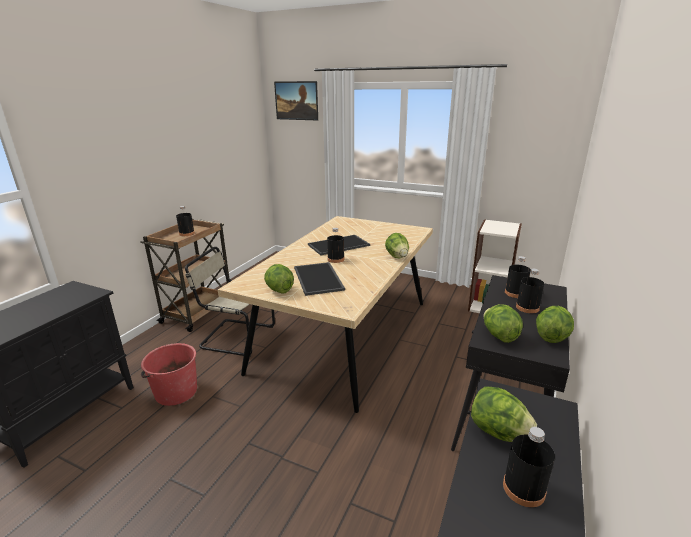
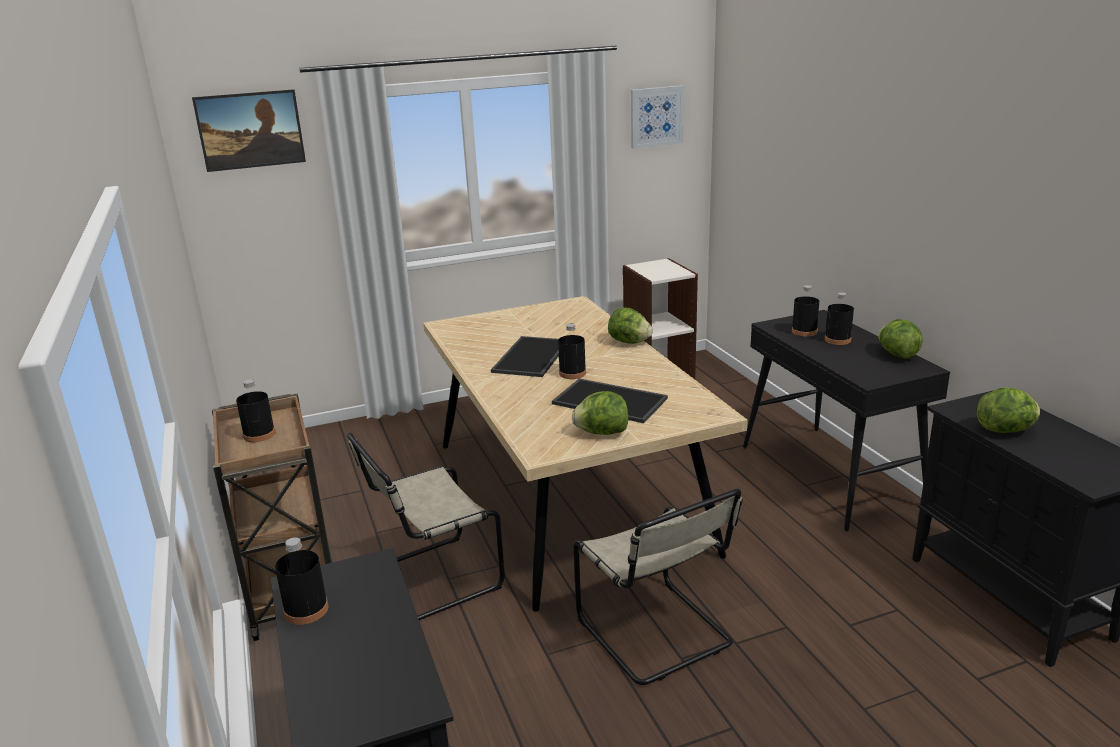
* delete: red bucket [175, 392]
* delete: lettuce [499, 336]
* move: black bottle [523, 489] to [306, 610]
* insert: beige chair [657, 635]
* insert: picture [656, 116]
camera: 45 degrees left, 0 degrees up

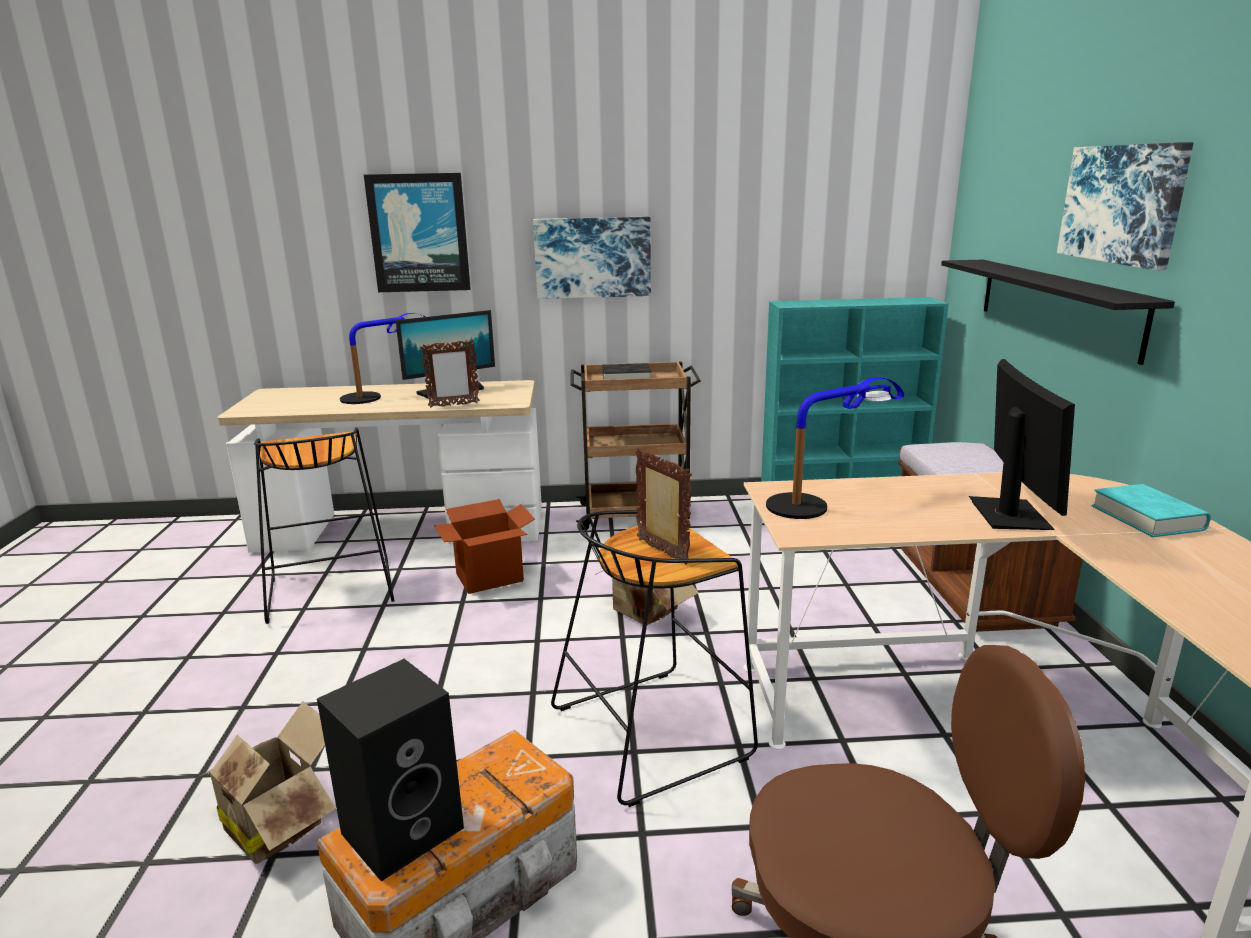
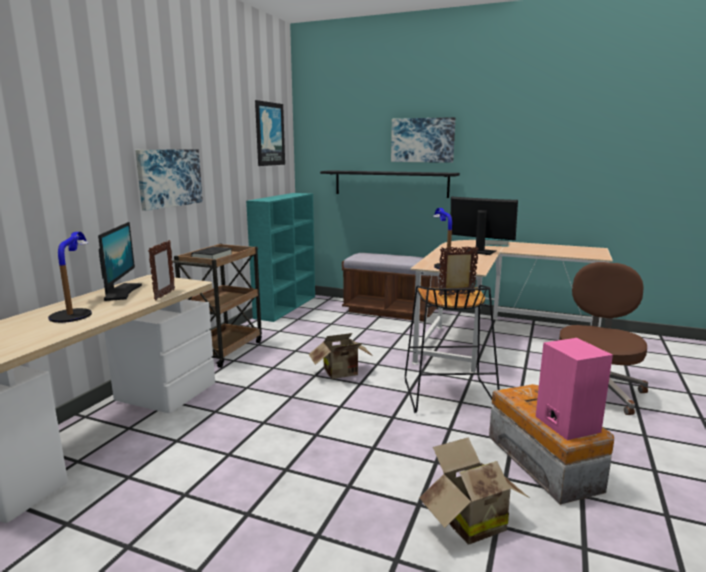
* delete: black stool [329, 588]
* recolor: black speaker [404, 828] to pink speaker [565, 423]
* move: picture [419, 233] to [269, 134]
* delete: cardboard box [489, 578]
camera: 65 degrees left, 5 degrees down

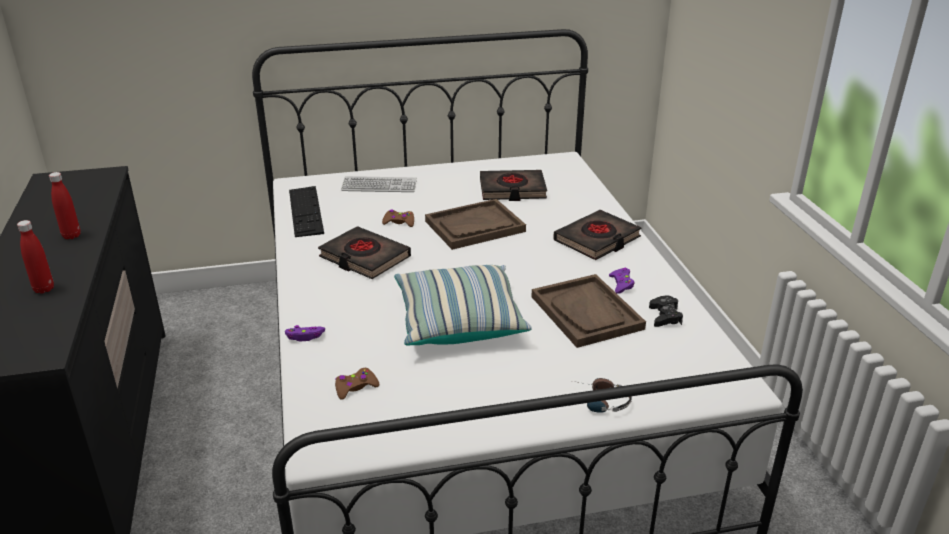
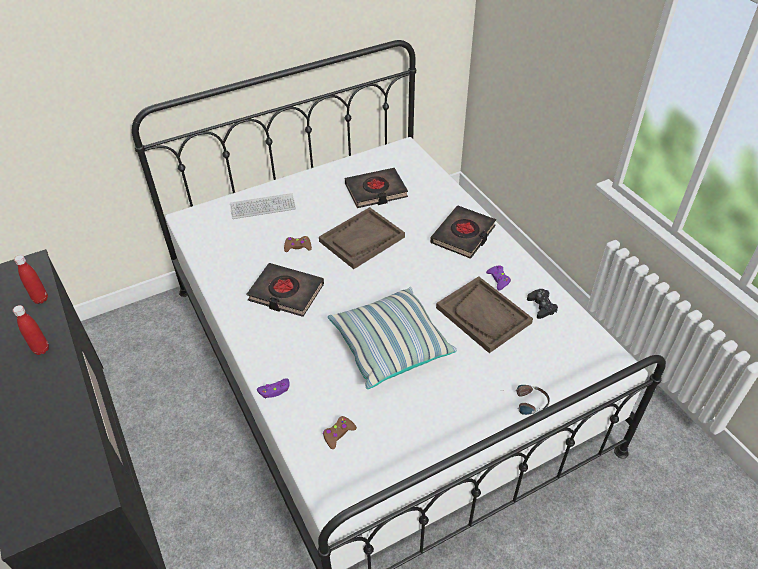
* move: red bottle [44, 289] to [41, 299]
* delete: keyboard [305, 211]
camera: 15 degrees left, 15 degrees up

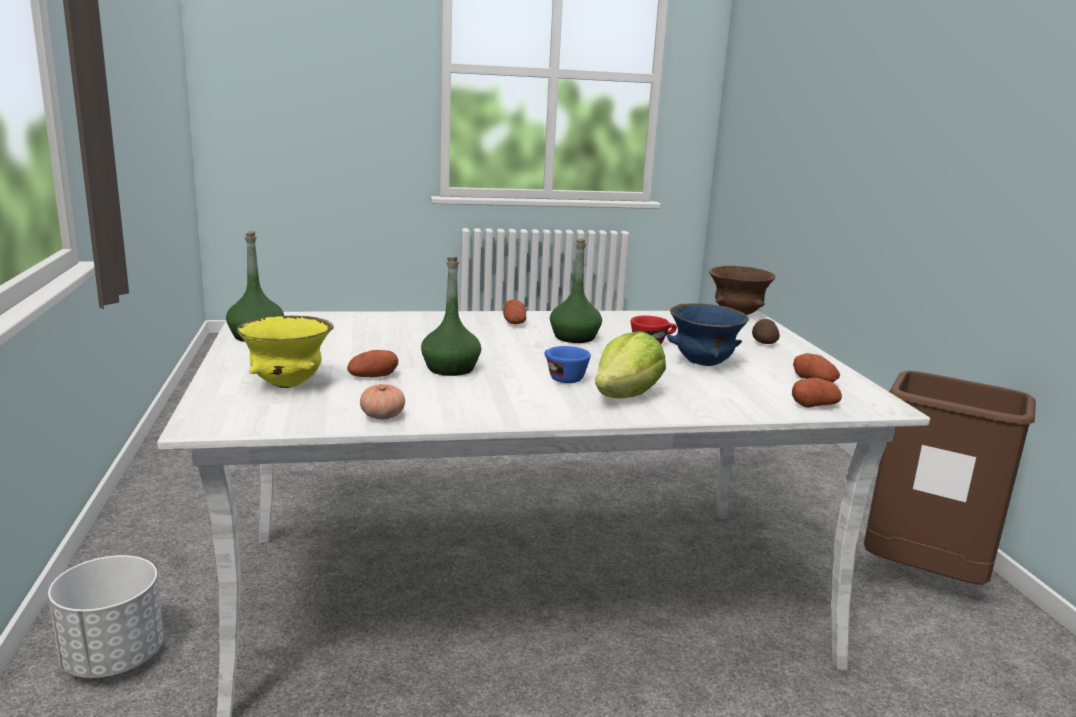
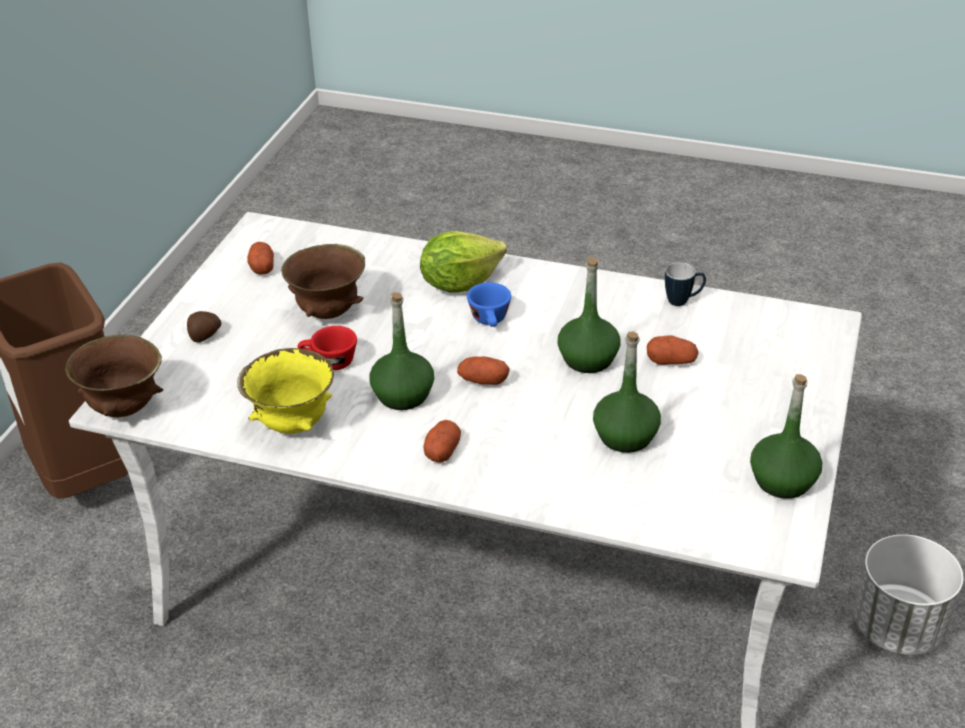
* move: yellow bowl [288, 385] to [293, 424]
* replace: tomato [382, 416] to mug [683, 301]
* recolor: blue bowl [702, 364] to brown bowl [329, 313]
* move: potato [814, 405] to [483, 381]
* insert: green bottle [625, 436]
camera: 150 degrees left, 20 degrees up

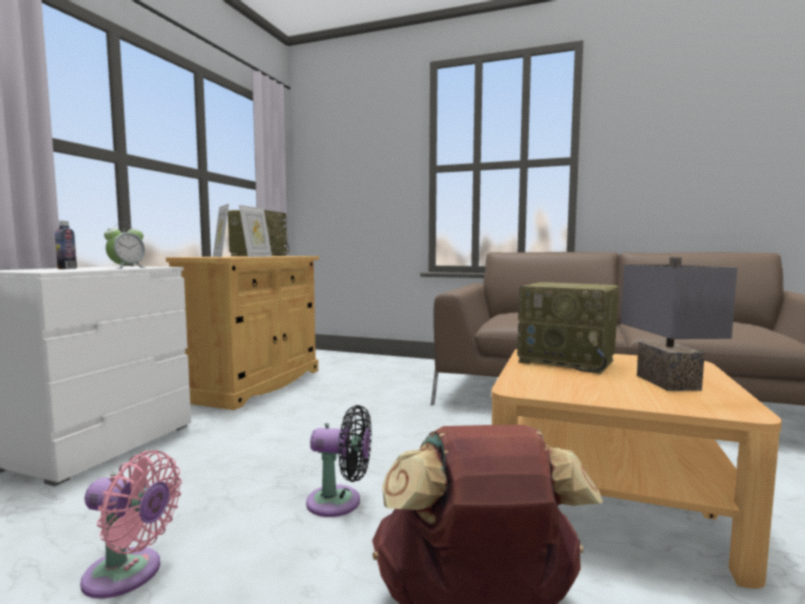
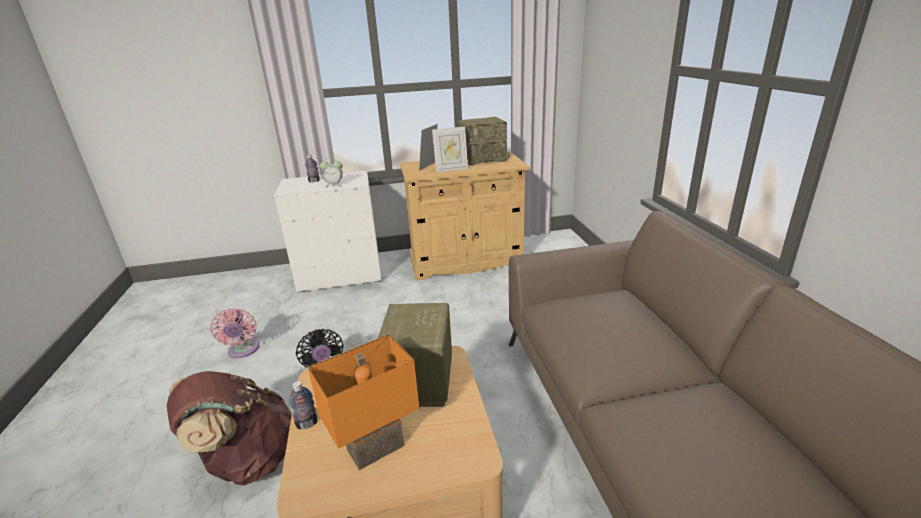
* recolor: grey table lamp [664, 382] to orange table lamp [375, 445]
* insert: bottle [307, 424]
camera: 60 degrees right, 20 degrees up

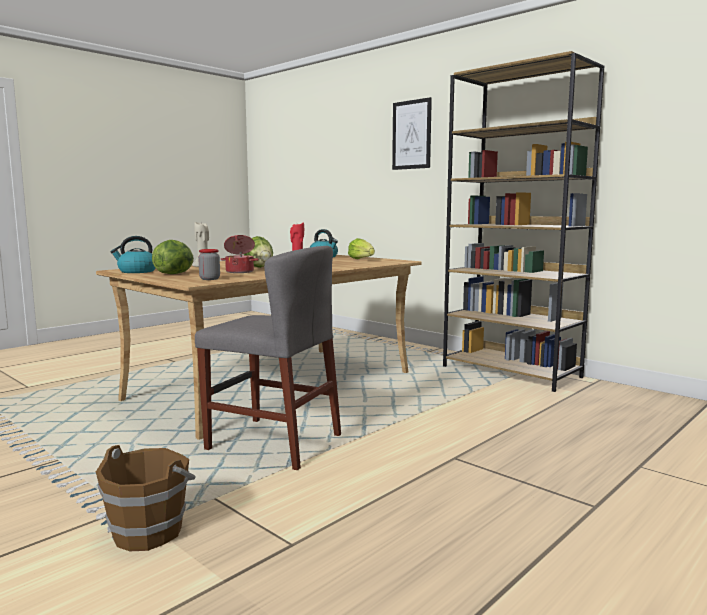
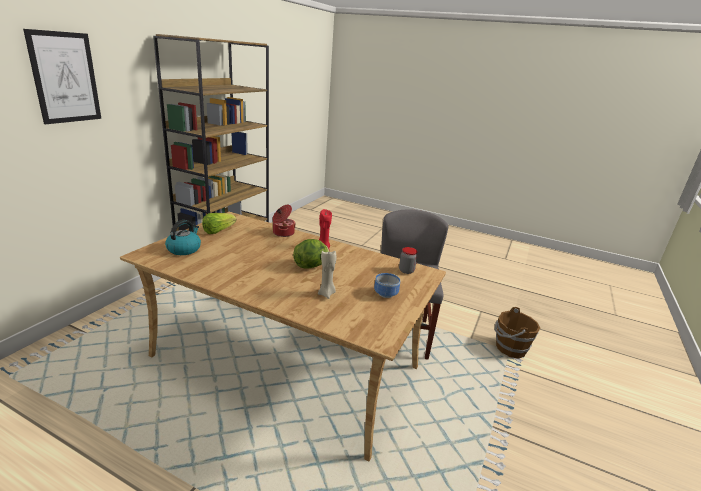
* delete: kettle [136, 271]
* replace: lettuce [175, 273] to bowl [386, 294]
* move: cooking pot [240, 271] to [283, 233]
camera: 110 degrees left, 15 degrees up

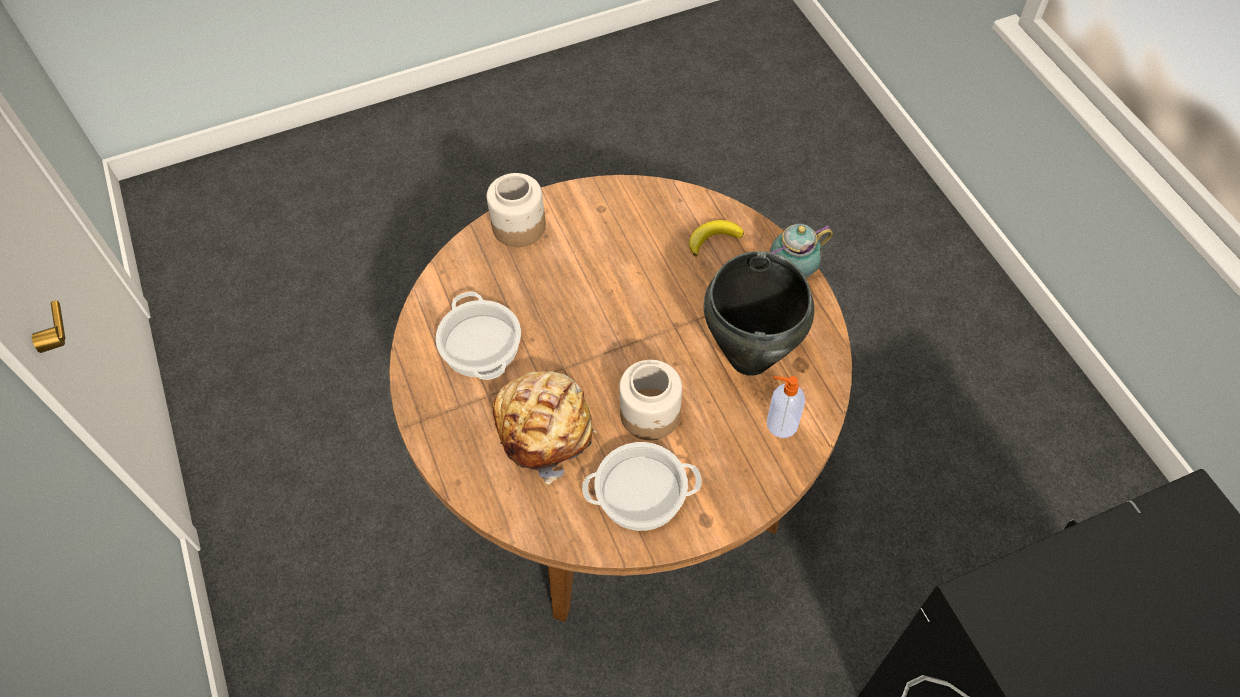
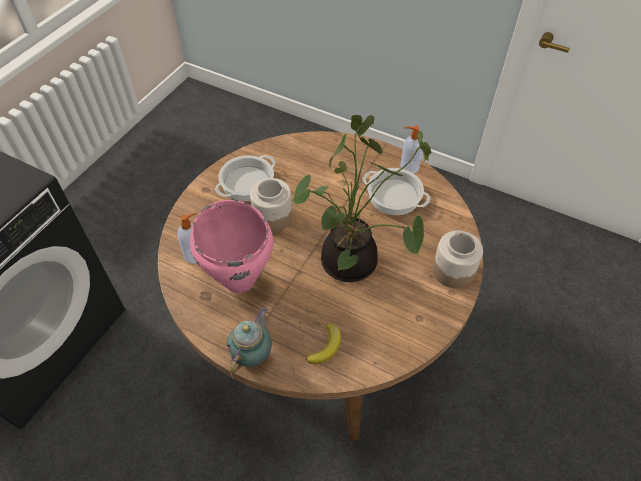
* delete: bread [546, 428]
* recolor: black cooking pot [749, 358] to pink cooking pot [240, 279]
* insert: potted plant [353, 264]
* insert: soap dispenser [408, 167]
camera: 140 degrees right, 5 degrees down

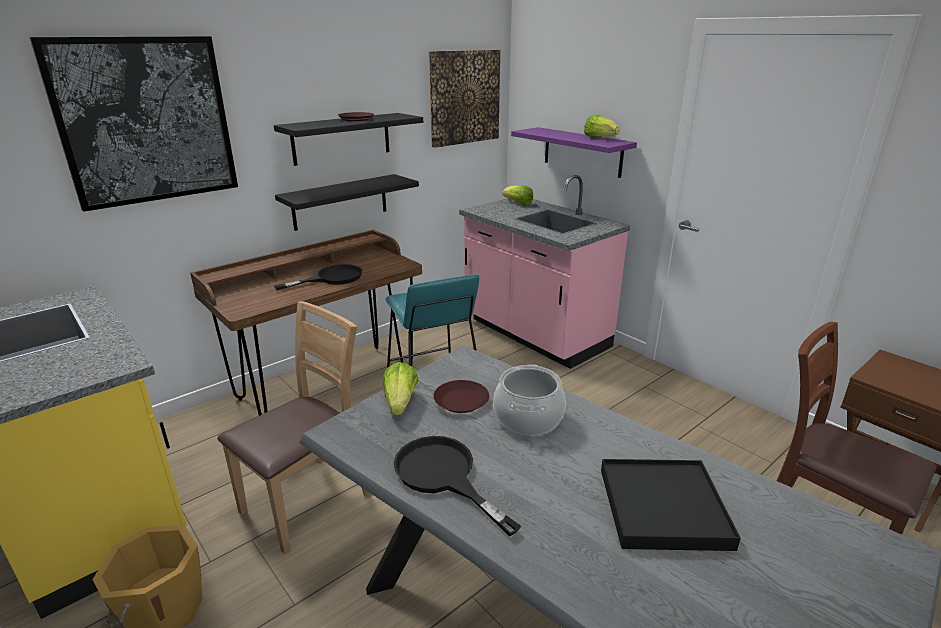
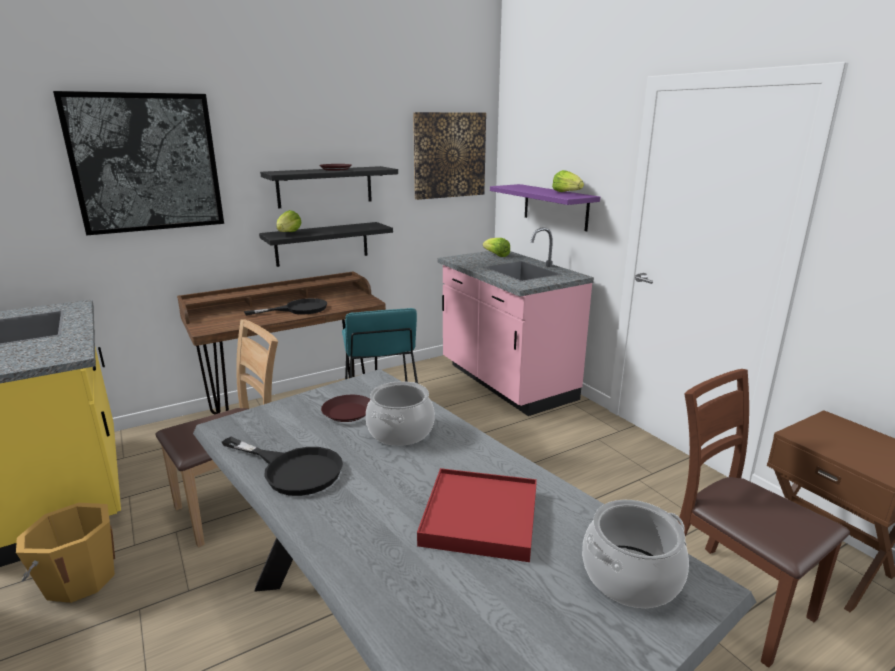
* move: lettuce [400, 403] to [289, 233]
* rotate: black frying pan [443, 476] = [293, 469] 150 degrees clockwise
* recolor: black tray [663, 508] to red tray [480, 517]
* insert: cooking pot [631, 576]
camera: 10 degrees right, 5 degrees down

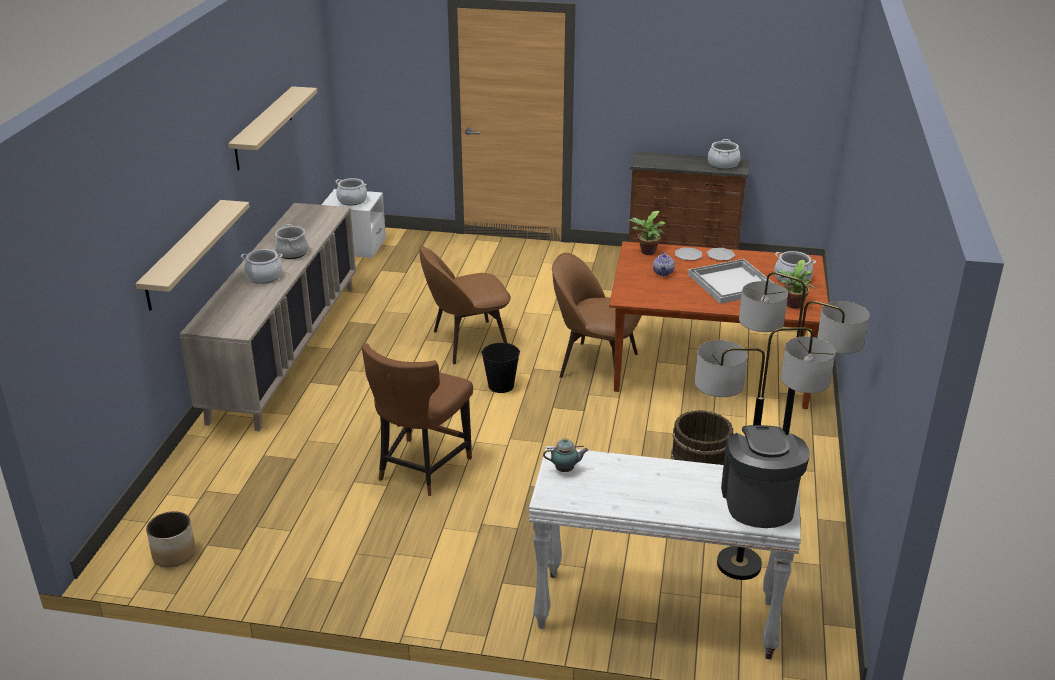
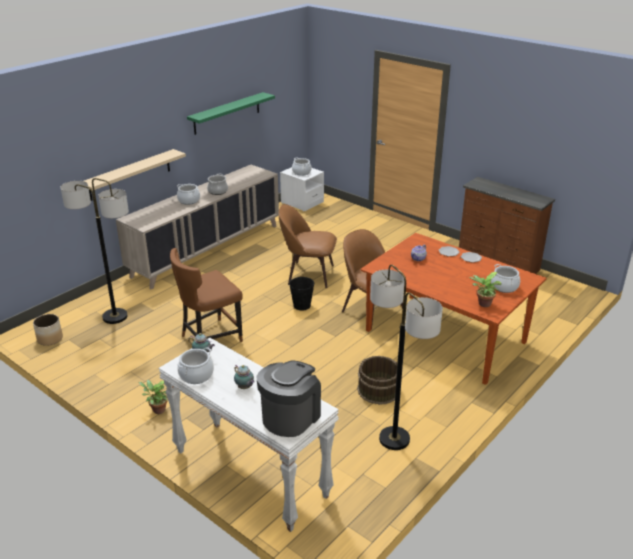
* recolor: beige shelf [263, 128] to green shelf [227, 113]
* move: potted plant [646, 252] to [157, 410]
* delete: white tray [732, 283]
* move: floor lamp [738, 564] to [115, 317]
* move: cooking pot [723, 164] to [196, 375]
* insert: teapot [244, 388]
camera: 30 degrees right, 0 degrees up

